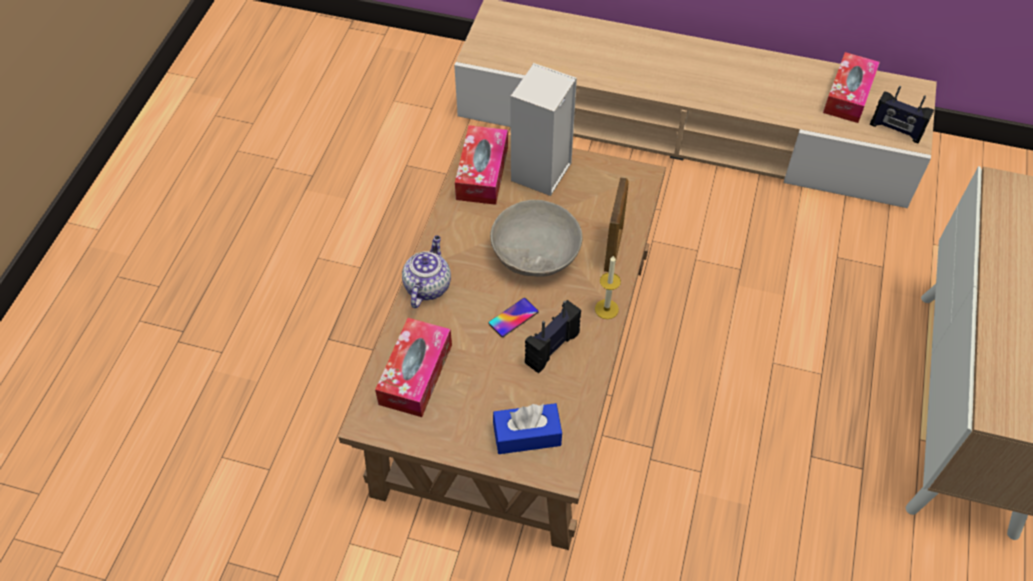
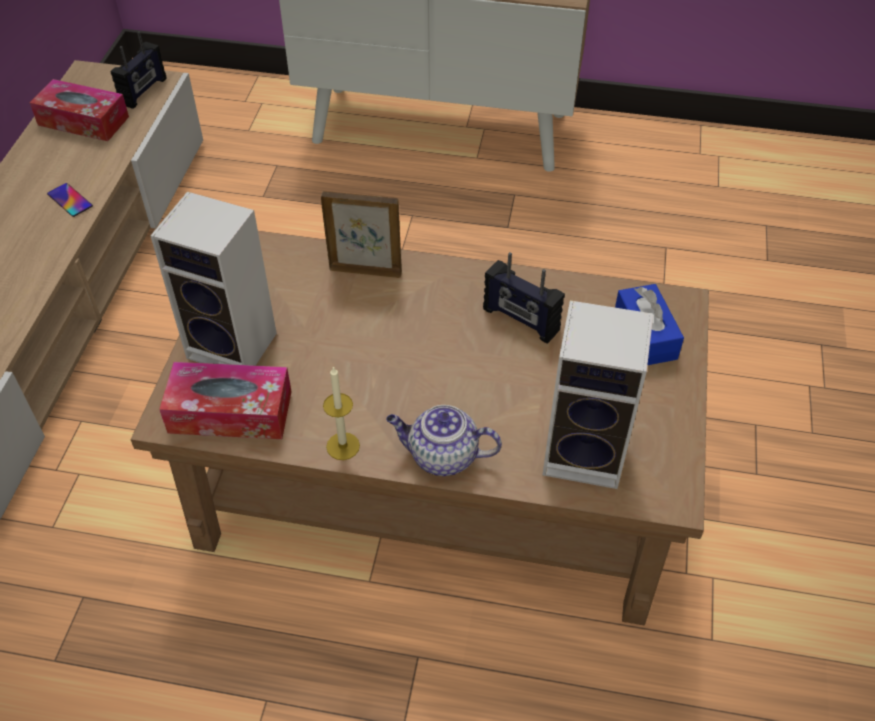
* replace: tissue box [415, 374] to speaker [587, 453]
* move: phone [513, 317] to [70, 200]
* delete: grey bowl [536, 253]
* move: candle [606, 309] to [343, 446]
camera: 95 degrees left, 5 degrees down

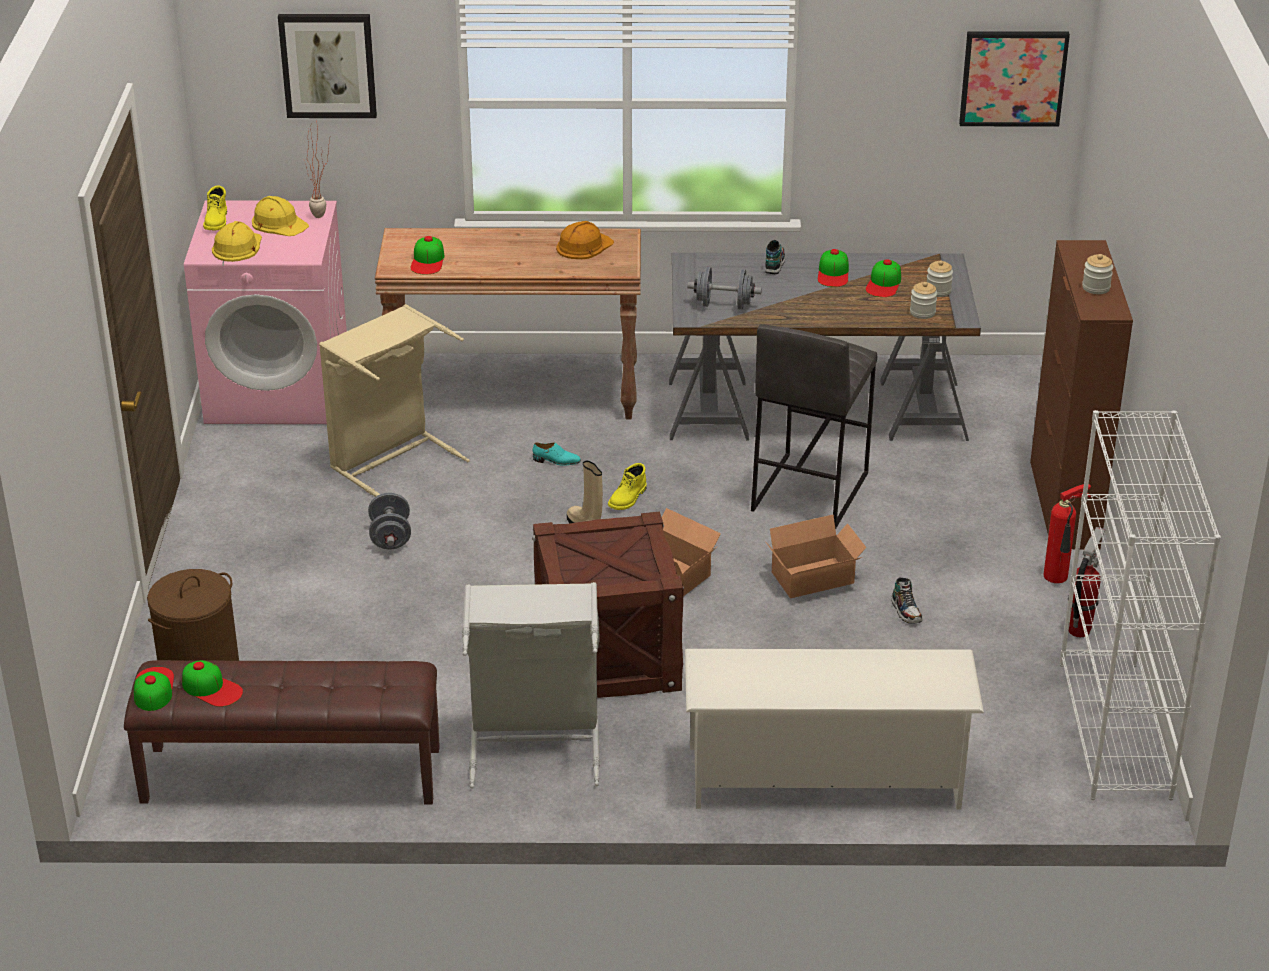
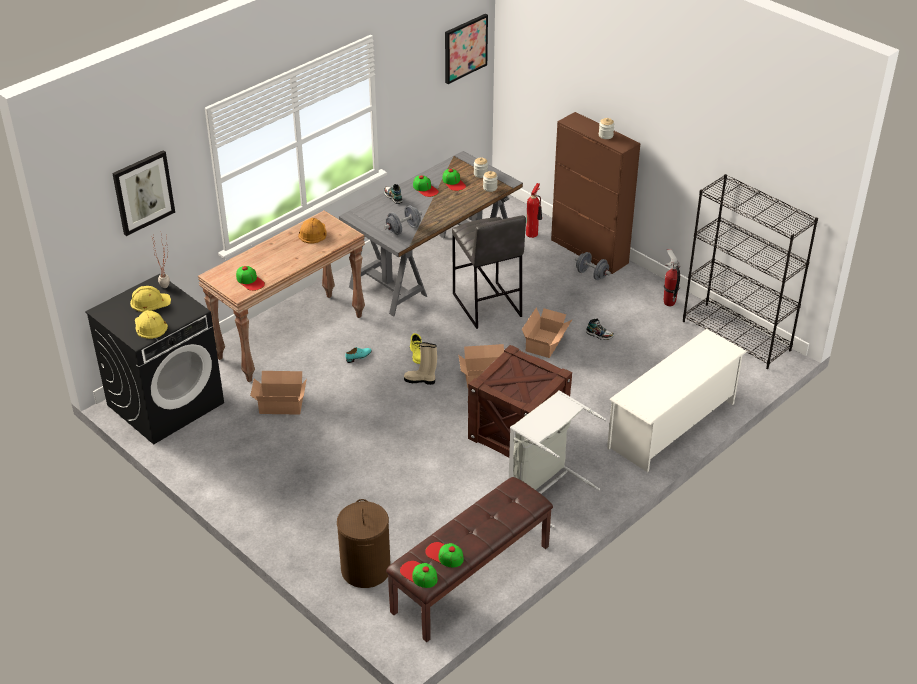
* rotate: cap [212, 688] = [444, 555] 135 degrees counterclockwise
* recolor: pink washing machine [279, 390] to black washing machine [166, 403]
* delete: yellow boot [217, 221]
* replace: beige laundry basket [391, 459] to cardboard box [280, 403]
* move: grey dumbbell [390, 537] to [591, 274]
* move: fire extinguisher [1058, 577] to [533, 234]
* recolor: white bookcase [1115, 730] to black bookcase [737, 336]
camera: 45 degrees left, 5 degrees up

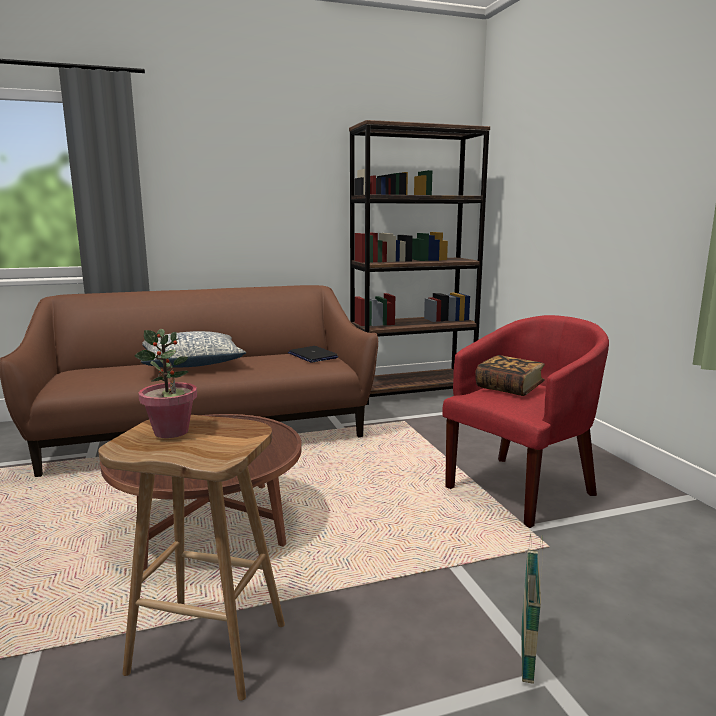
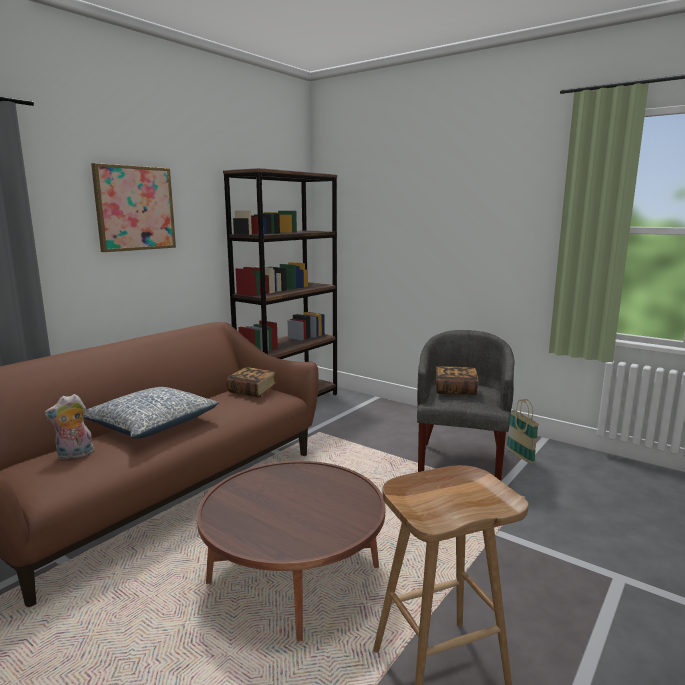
* delete: potted plant [171, 432]
* replace: laptop [312, 355] to book [252, 391]
* recolor: red armchair [521, 488] to grey armchair [460, 462]
* move: basket [526, 655] to [520, 456]
* insert: plush toy [74, 455]
* insert: picture [135, 208]
camera: 35 degrees left, 0 degrees up

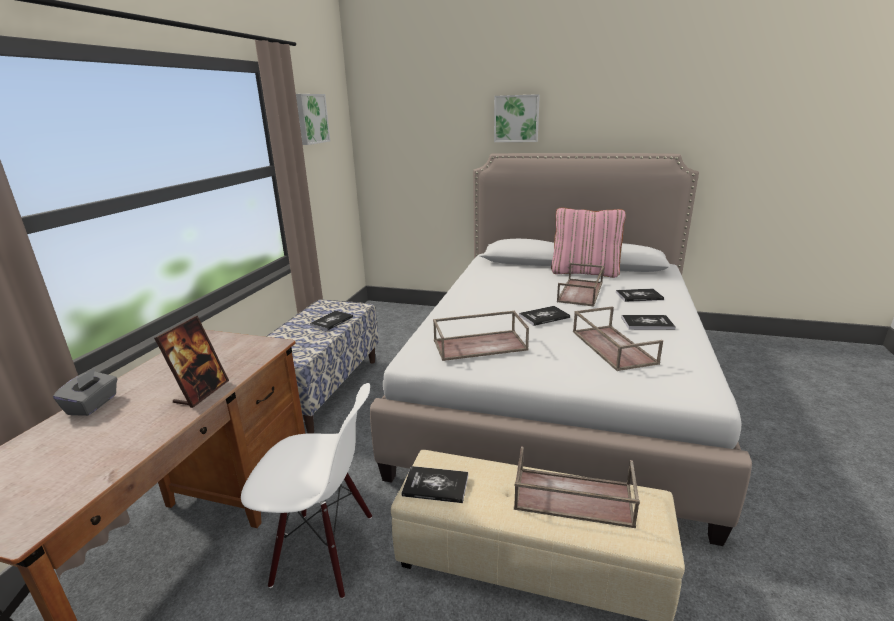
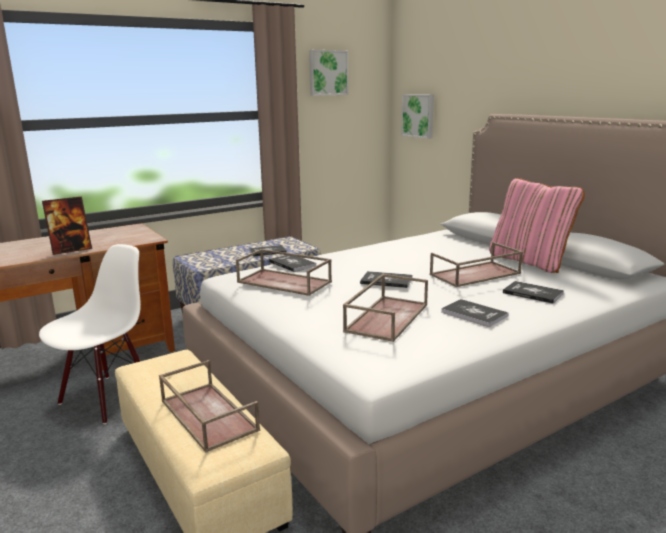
* delete: grey tissue box [93, 405]
* rotate: white chair [323, 551] = [107, 399] 105 degrees counterclockwise
* move: book [435, 485] to [292, 264]
* move: picture [516, 118] to [418, 115]
camera: 40 degrees right, 5 degrees down

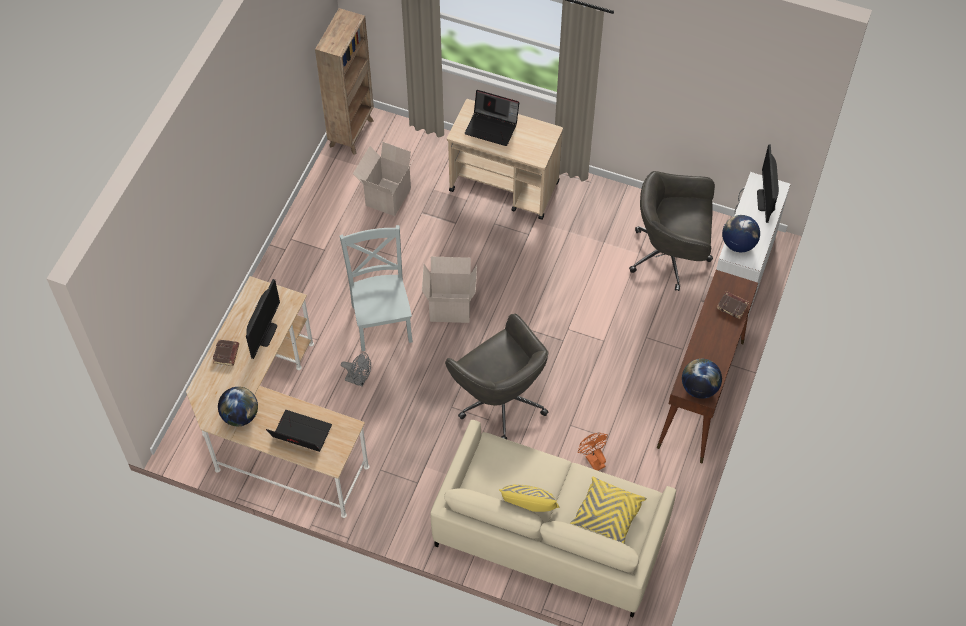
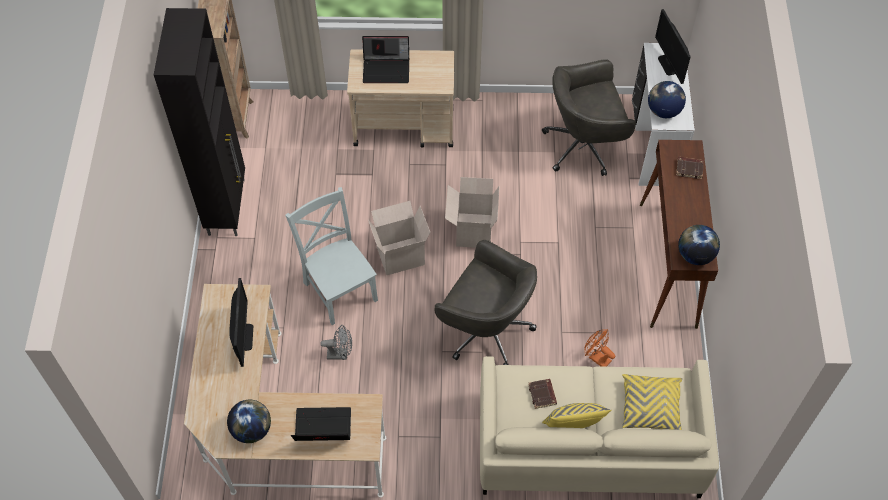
* move: brown book [226, 354] to [542, 395]
* move: cardboard box [387, 196] to [472, 230]
* insert: black cabinet [227, 206]
camera: 20 degrees left, 0 degrees up

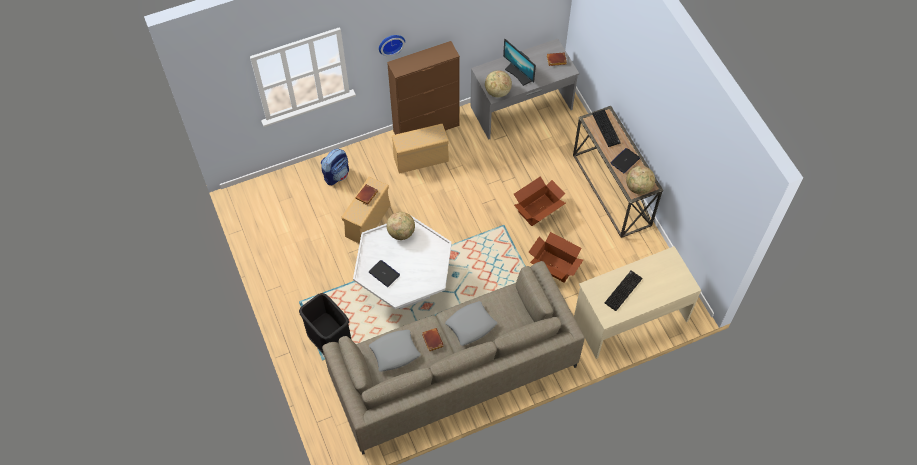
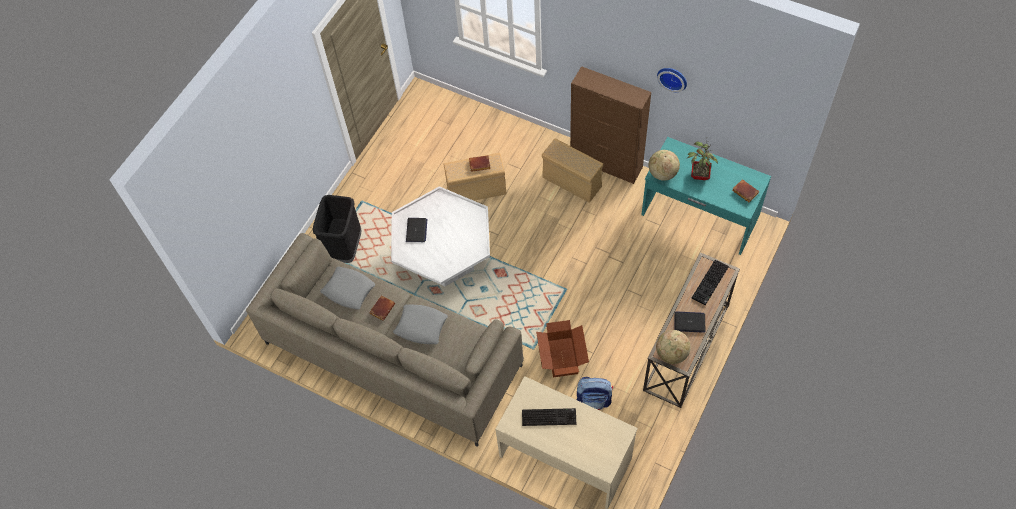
* move: backpack [337, 175] to [594, 400]
* move: wall clock [390, 43] to [673, 77]
* delete: globe [401, 232]
* recolor: grey desk [521, 109] to turquoise desk [699, 216]
* replace: monitor [519, 74] to potted plant [699, 175]
* delete: cardboard box [538, 210]
camera: 55 degrees right, 0 degrees up

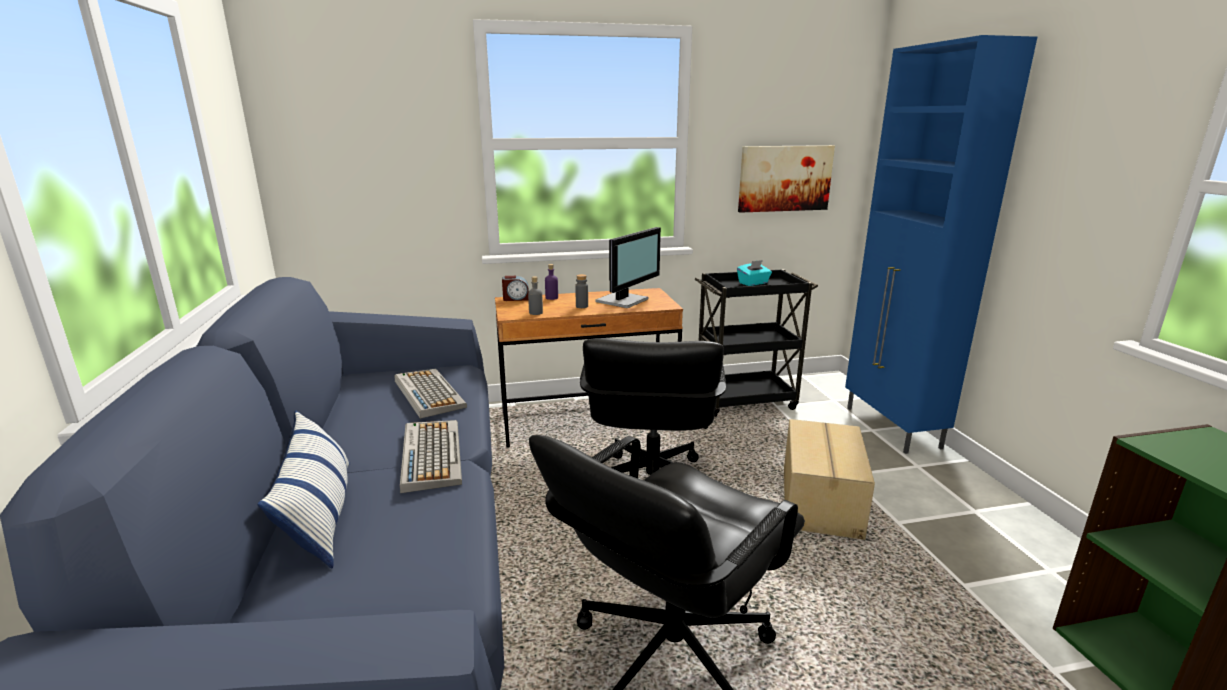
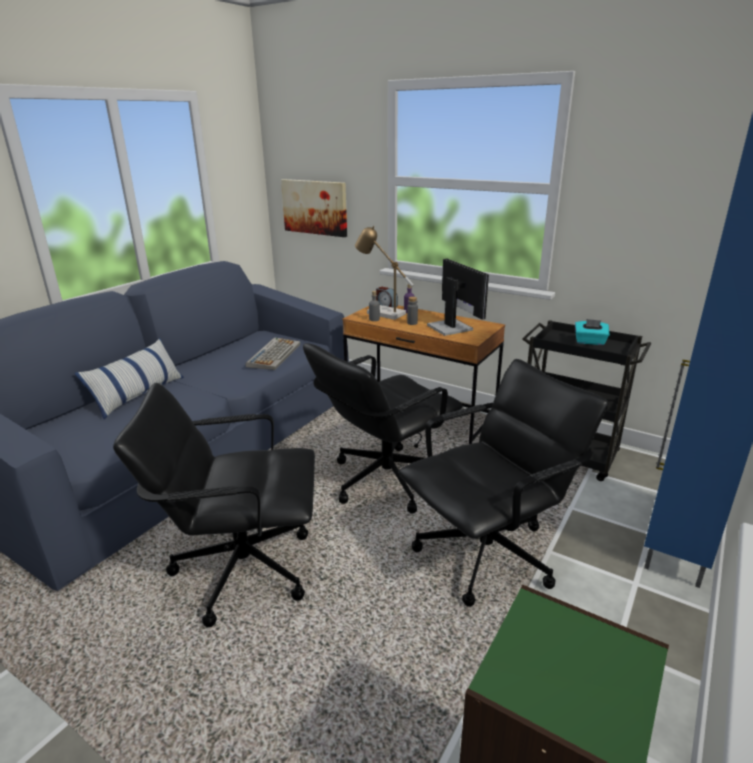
* delete: keyboard [430, 455]
* rotate: monitor [624, 300] = [451, 327] 105 degrees counterclockwise
* move: picture [784, 178] to [315, 207]
* replace: cardboard box [822, 501] to black office chair [487, 554]
* insert: table lamp [381, 313]
camera: 45 degrees right, 5 degrees up

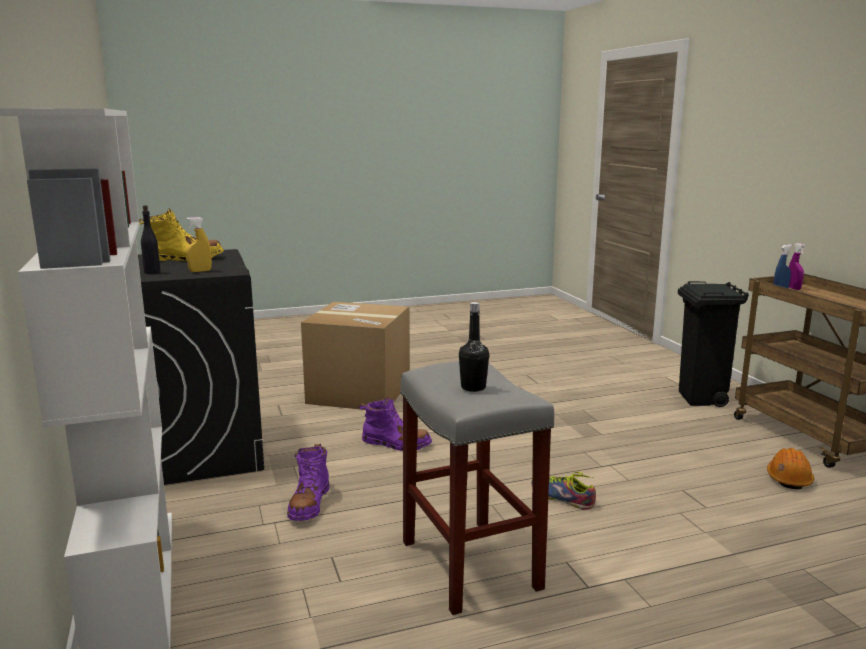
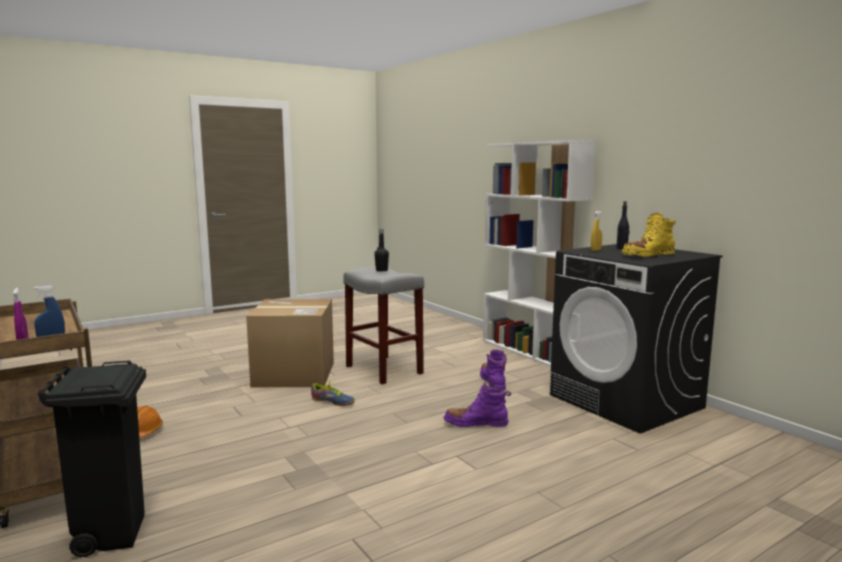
* move: cardboard box [359, 392] to [294, 374]
camera: 165 degrees right, 5 degrees down

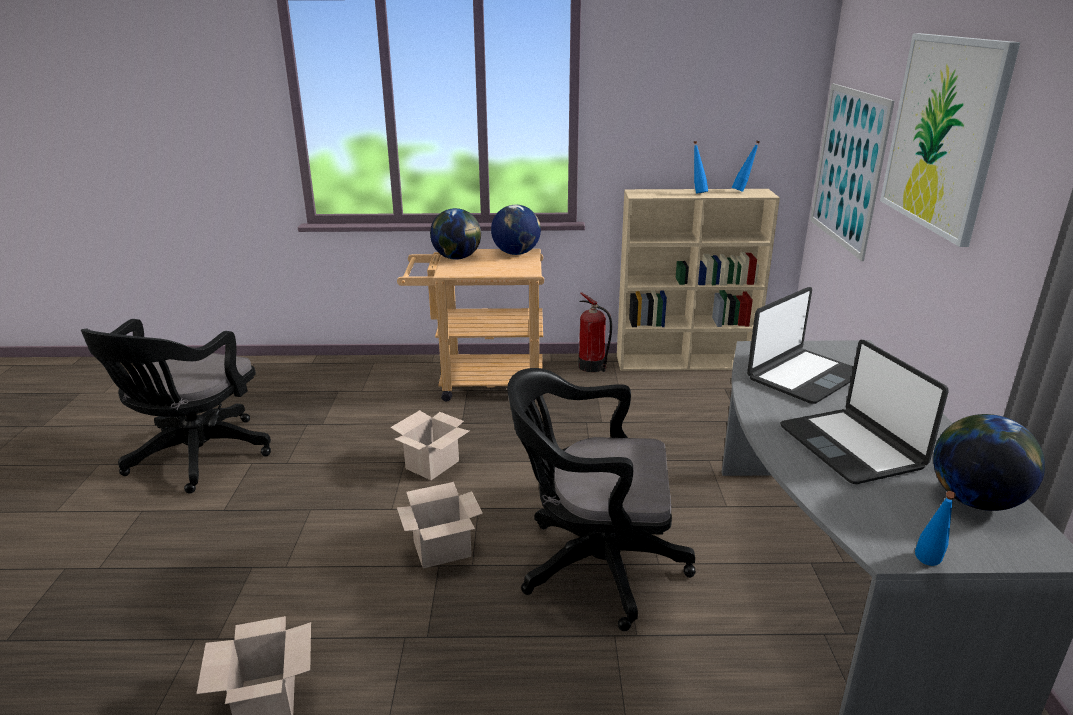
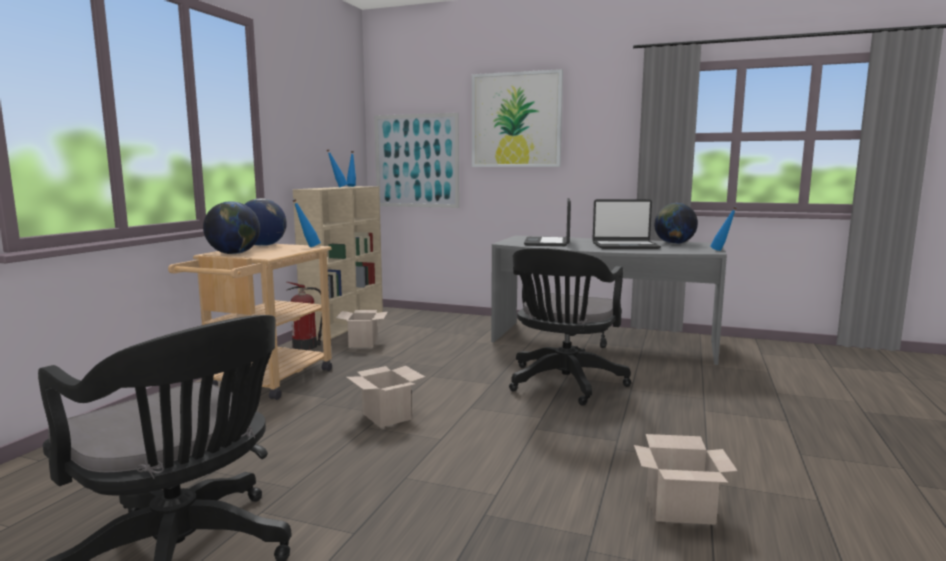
* move: cardboard box [441, 550] to [363, 343]
* rotate: laptop [803, 376] = [548, 243] 150 degrees counterclockwise
* insert: blue bottle [308, 247]
camera: 70 degrees left, 15 degrees down

